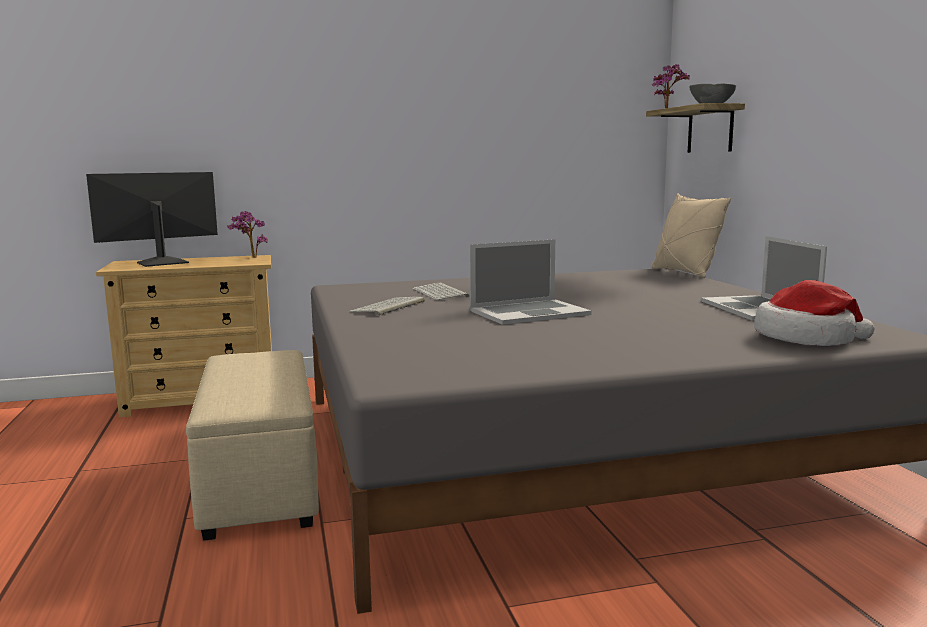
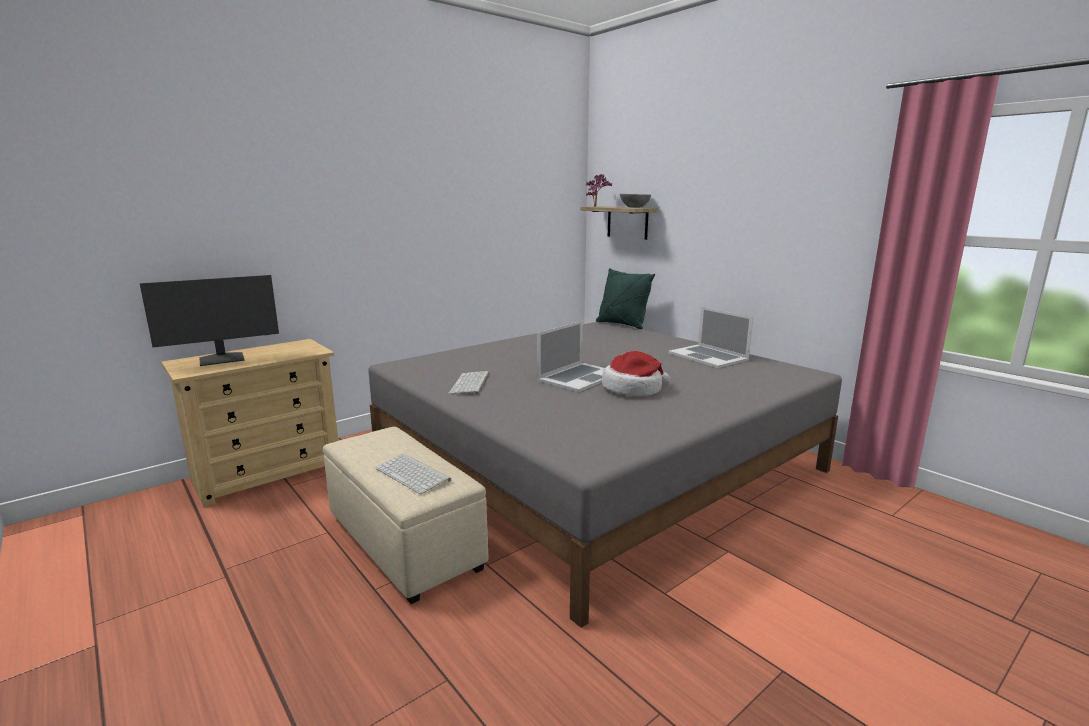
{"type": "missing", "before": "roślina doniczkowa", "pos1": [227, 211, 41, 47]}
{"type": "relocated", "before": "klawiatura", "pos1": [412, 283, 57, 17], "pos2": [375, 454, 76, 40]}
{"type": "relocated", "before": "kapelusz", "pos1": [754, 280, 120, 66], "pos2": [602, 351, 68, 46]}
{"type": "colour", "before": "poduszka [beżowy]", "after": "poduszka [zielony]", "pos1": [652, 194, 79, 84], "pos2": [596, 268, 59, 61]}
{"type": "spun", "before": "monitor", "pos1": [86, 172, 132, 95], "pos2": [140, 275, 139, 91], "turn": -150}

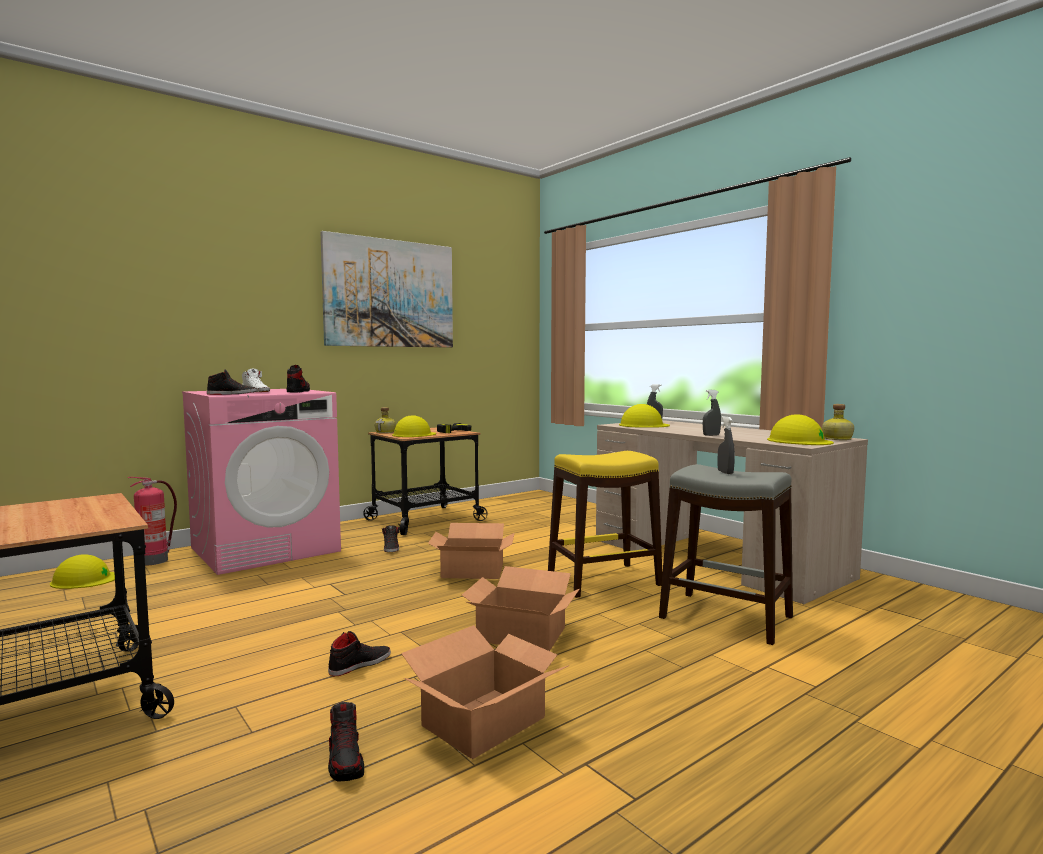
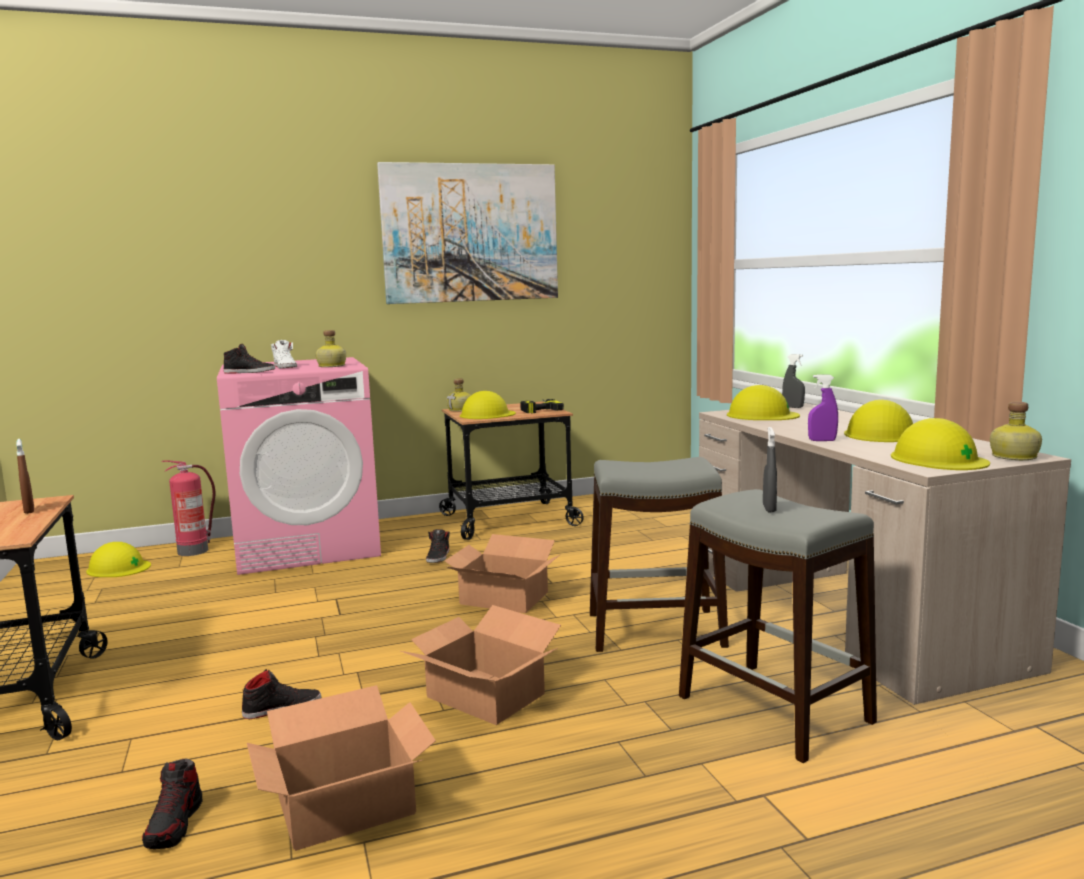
{"type": "appeared", "after": "spryskiwacz [brązowy]", "pos2": [16, 439, 18, 75]}
{"type": "appeared", "after": "kask [żółty]", "pos2": [844, 400, 69, 42]}
{"type": "exchanged", "before": "but", "after": "butelka", "pos1": [287, 365, 23, 27], "pos2": [316, 330, 30, 37]}
{"type": "colour", "before": "stołek [żółty]", "after": "stołek [szary]", "pos1": [548, 451, 114, 147], "pos2": [590, 457, 139, 195]}
{"type": "colour", "before": "spryskiwacz [szary]", "after": "spryskiwacz [fioletowy]", "pos1": [703, 390, 18, 46], "pos2": [808, 374, 30, 67]}

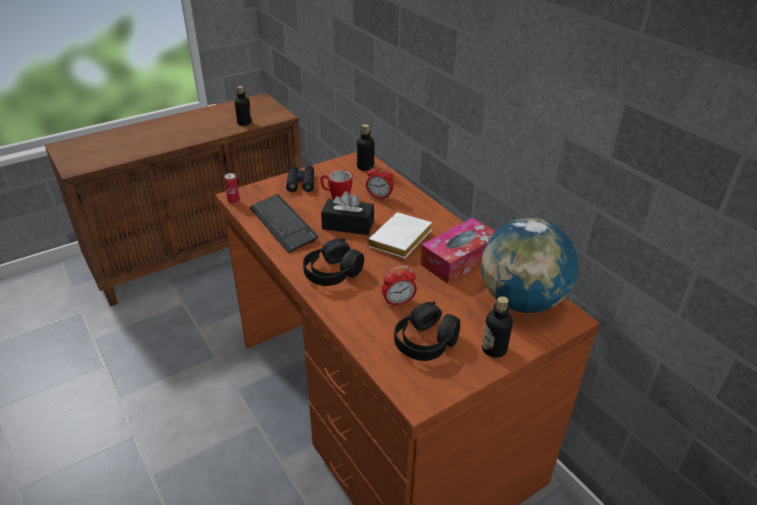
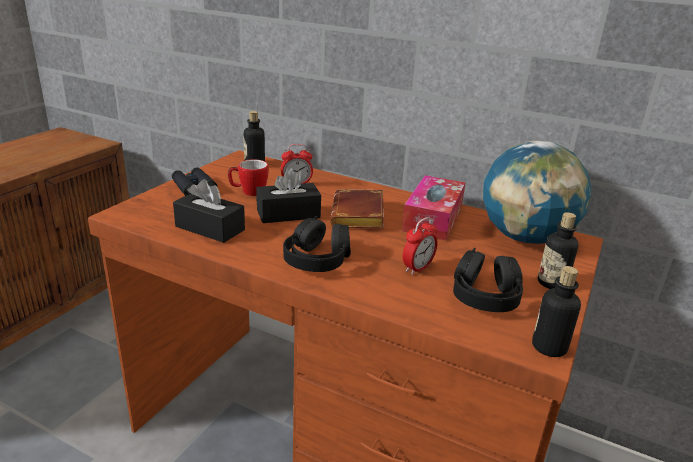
{"type": "missing", "before": "puszka", "pos1": [224, 173, 16, 31]}
{"type": "relocated", "before": "butelka", "pos1": [234, 86, 18, 40], "pos2": [532, 266, 49, 91]}
{"type": "exchanged", "before": "klawiatura", "after": "pudełko chusteczek [czarny]", "pos1": [250, 194, 68, 59], "pos2": [173, 179, 72, 64]}
{"type": "colour", "before": "książka [biały]", "after": "książka [brązowy]", "pos1": [367, 212, 65, 46], "pos2": [330, 189, 54, 39]}

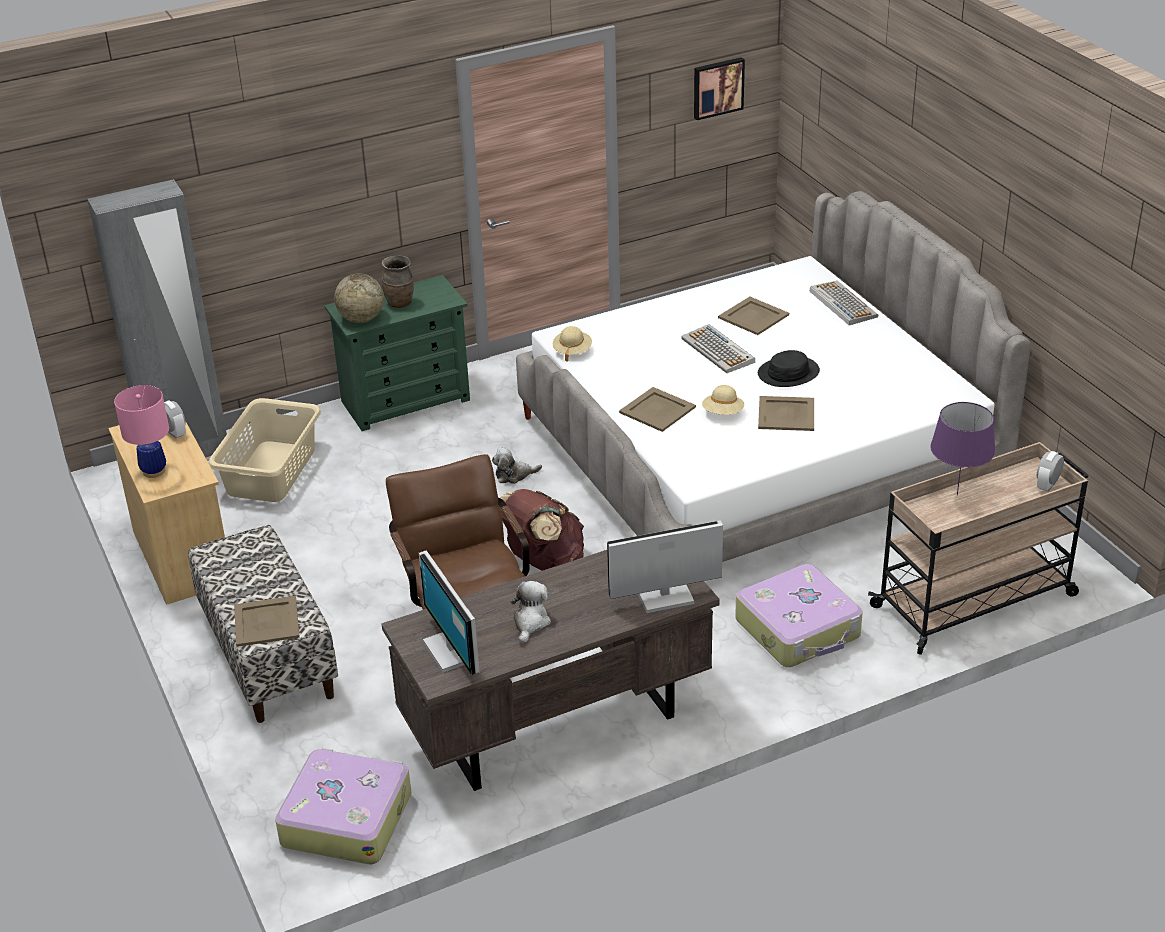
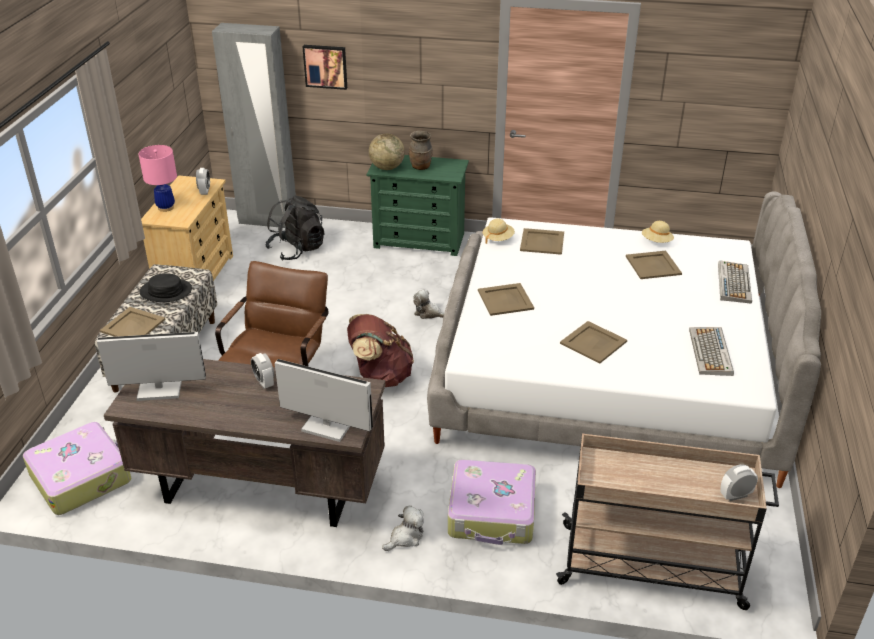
{"type": "missing", "before": "lampa stołowa [fioletowy]", "pos1": [930, 402, 66, 93]}
{"type": "appeared", "after": "budzik", "pos2": [251, 353, 23, 36]}
{"type": "appeared", "after": "taca [beżowy]", "pos2": [520, 228, 44, 27]}
{"type": "relocated", "before": "pluszak", "pos1": [510, 581, 41, 63], "pos2": [382, 505, 42, 46]}
{"type": "relocated", "before": "klawiatura", "pos1": [681, 324, 74, 49], "pos2": [689, 327, 45, 49]}
{"type": "relocated", "before": "obraz", "pos1": [694, 57, 51, 63], "pos2": [302, 45, 45, 45]}
{"type": "relocated", "before": "kapelusz [beżowy]", "pos1": [702, 385, 42, 30], "pos2": [642, 221, 32, 22]}
{"type": "relocated", "before": "kapelusz [czarny]", "pos1": [758, 350, 62, 37], "pos2": [140, 273, 52, 29]}
{"type": "exchanged", "before": "kosz na pranie [beżowy]", "after": "plecak [czarny]", "pos1": [209, 398, 112, 104], "pos2": [265, 195, 59, 65]}
{"type": "spun", "before": "monitor", "pos1": [419, 550, 60, 125], "pos2": [97, 332, 109, 69], "turn": 75}

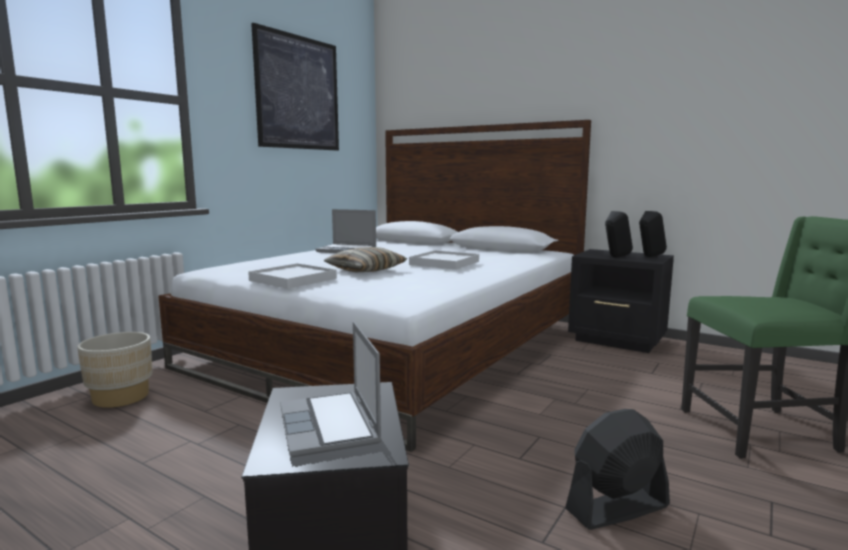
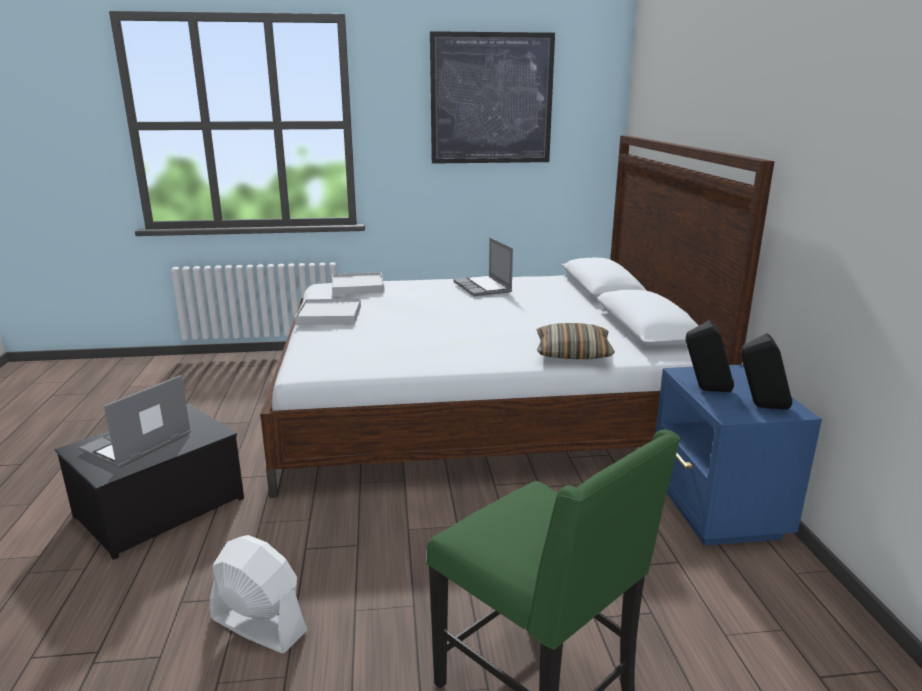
{"type": "missing", "before": "donica [beżowy]", "pos1": [77, 332, 75, 76]}
{"type": "relocated", "before": "poduszka", "pos1": [324, 247, 83, 25], "pos2": [536, 323, 79, 36]}
{"type": "relocated", "before": "taca [biały]", "pos1": [409, 250, 70, 20], "pos2": [332, 272, 53, 23]}
{"type": "colour", "before": "wentylator [czarny]", "after": "wentylator [biały]", "pos1": [565, 409, 105, 121], "pos2": [210, 535, 97, 118]}
{"type": "colour", "before": "szafka nocna [czarny]", "after": "szafka nocna [niebieski]", "pos1": [568, 249, 106, 104], "pos2": [655, 364, 167, 182]}

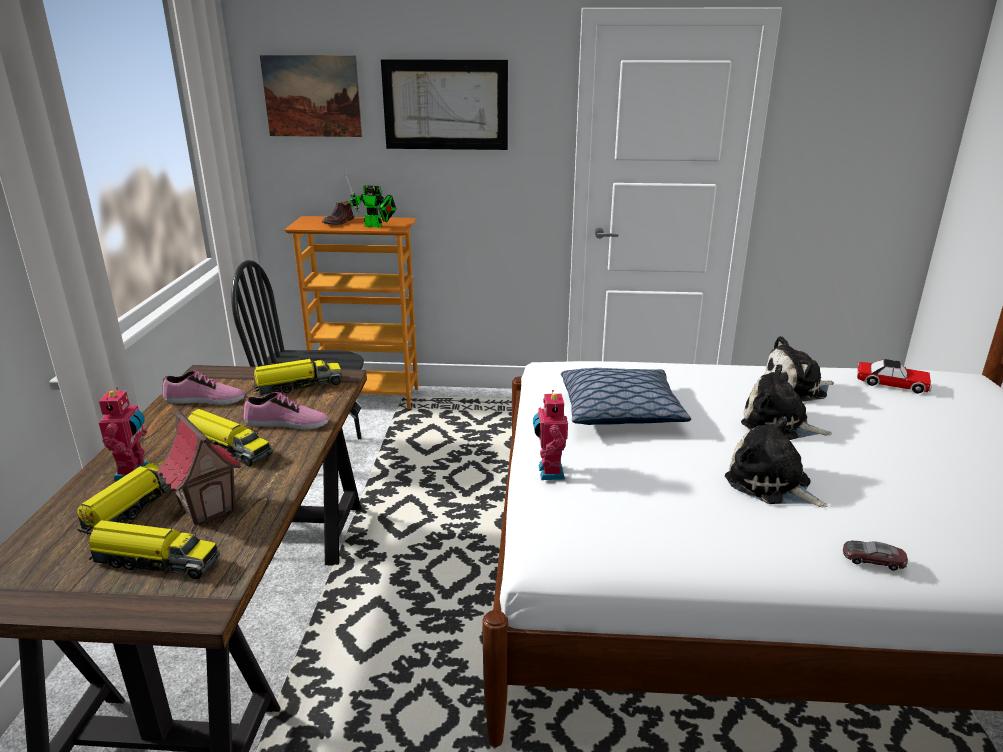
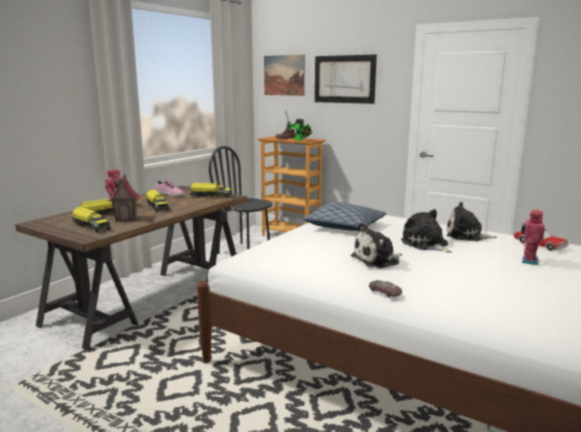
{"type": "missing", "before": "but", "pos1": [243, 392, 86, 38]}
{"type": "relocated", "before": "robot zabawkowy", "pos1": [533, 390, 35, 90], "pos2": [521, 208, 24, 57]}
{"type": "spun", "before": "pluszak", "pos1": [725, 416, 103, 91], "pos2": [351, 222, 51, 46], "turn": -105}

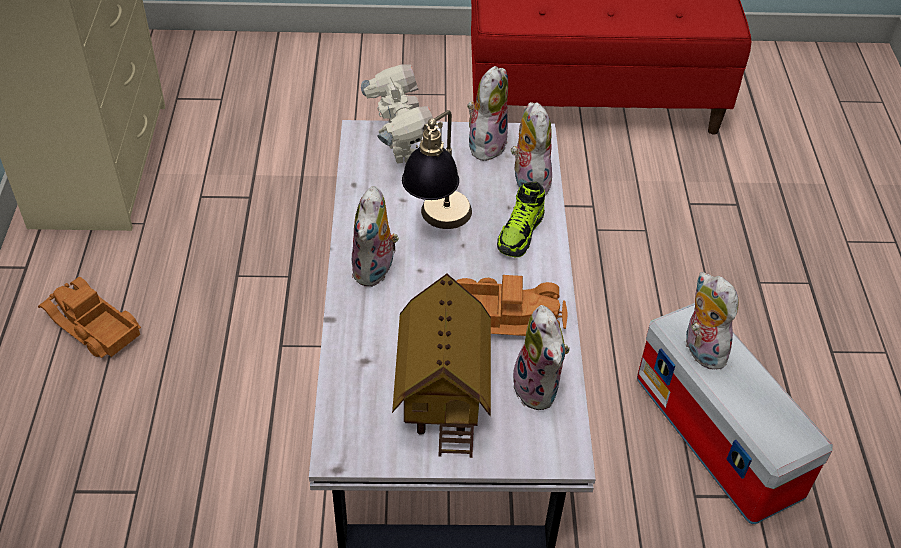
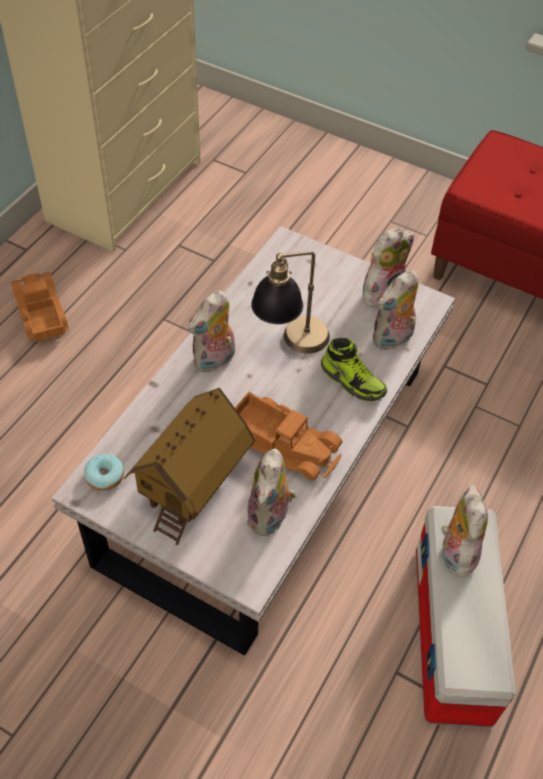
{"type": "missing", "before": "robot zabawkowy", "pos1": [361, 64, 72, 100]}
{"type": "appeared", "after": "donut", "pos2": [84, 454, 40, 37]}
{"type": "spun", "before": "but", "pos1": [497, 182, 48, 75], "pos2": [321, 338, 66, 64], "turn": -105}
{"type": "spun", "before": "pluszak", "pos1": [511, 102, 41, 96], "pos2": [372, 270, 46, 80], "turn": -150}

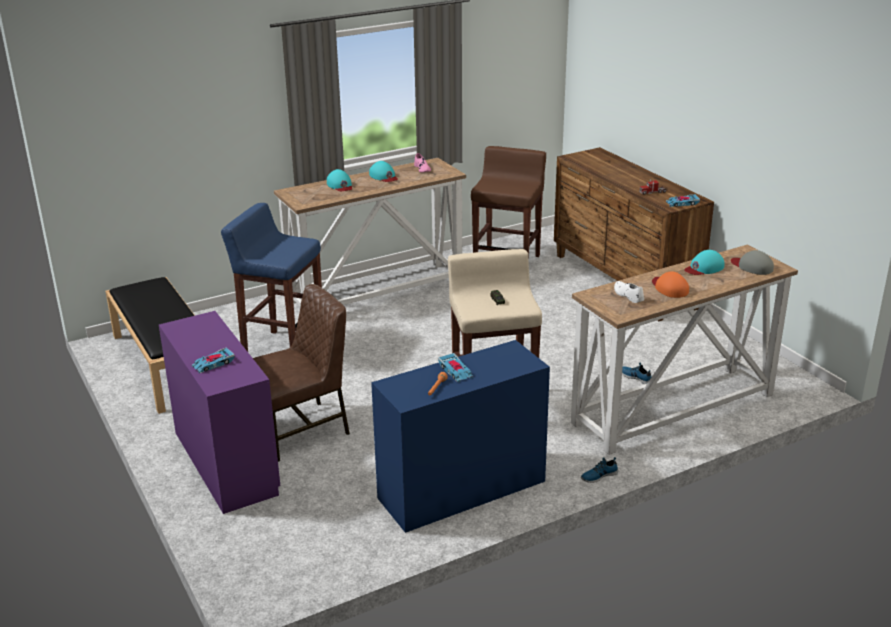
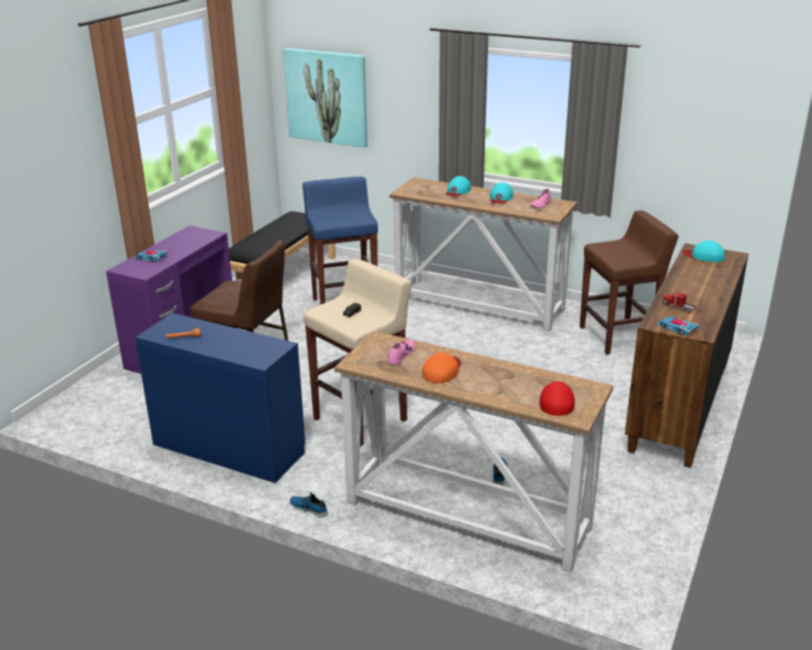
{"type": "missing", "before": "samochodzik", "pos1": [438, 353, 35, 29]}
{"type": "appeared", "after": "obraz", "pos2": [283, 48, 85, 100]}
{"type": "relocated", "before": "czapka z daszkiem [turkusowy]", "pos1": [684, 250, 40, 25], "pos2": [682, 240, 43, 22]}
{"type": "colour", "before": "but [biały]", "after": "but [różowy]", "pos1": [614, 281, 30, 22], "pos2": [387, 339, 28, 26]}
{"type": "colour", "before": "czapka z daszkiem [szary]", "after": "czapka z daszkiem [czerwony]", "pos1": [731, 250, 43, 25], "pos2": [539, 382, 36, 34]}

